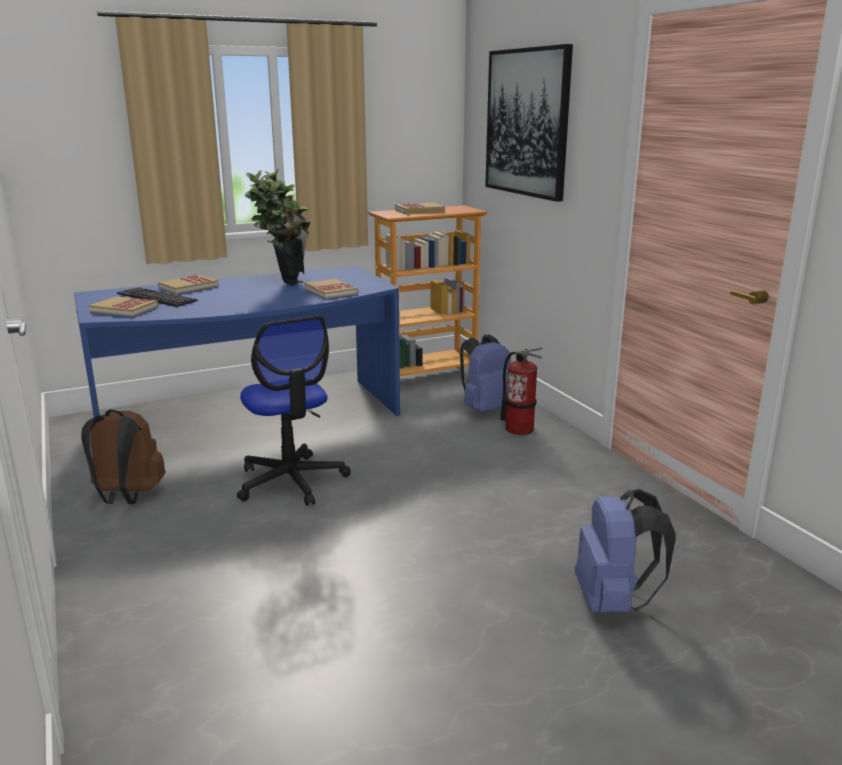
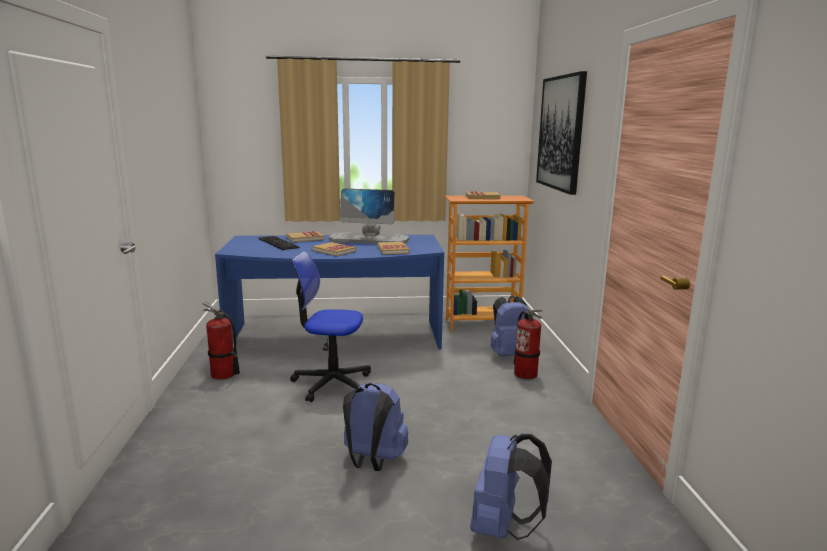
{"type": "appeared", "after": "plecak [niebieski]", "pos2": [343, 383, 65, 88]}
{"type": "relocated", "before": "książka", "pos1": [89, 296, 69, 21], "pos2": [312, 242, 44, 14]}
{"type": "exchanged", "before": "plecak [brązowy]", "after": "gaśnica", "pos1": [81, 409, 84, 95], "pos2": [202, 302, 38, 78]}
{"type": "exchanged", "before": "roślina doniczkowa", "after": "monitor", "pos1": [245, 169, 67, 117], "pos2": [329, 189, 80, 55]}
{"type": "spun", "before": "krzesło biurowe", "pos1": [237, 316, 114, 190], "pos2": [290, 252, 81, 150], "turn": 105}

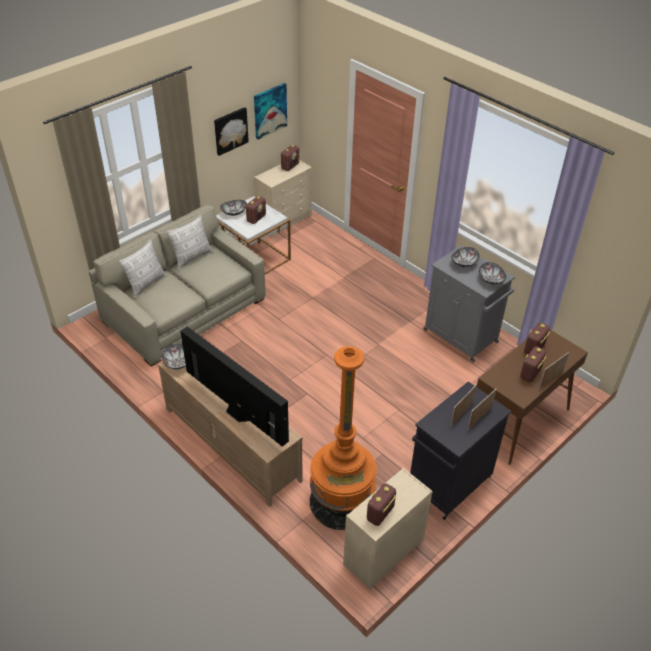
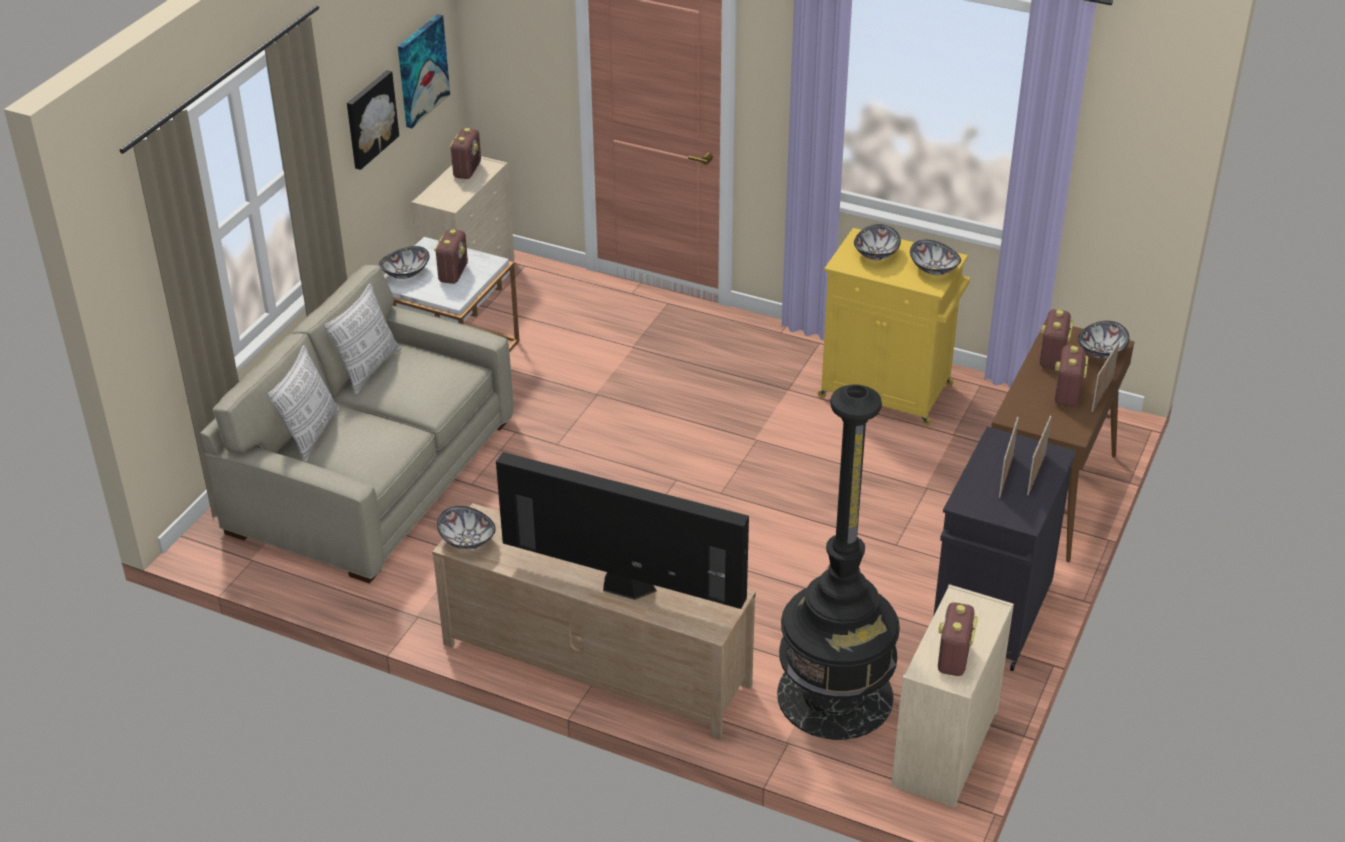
{"type": "appeared", "after": "miska", "pos2": [1078, 321, 51, 38]}
{"type": "colour", "before": "lampa stojąca [pomarańczowy]", "after": "lampa stojąca [czarny]", "pos1": [310, 346, 67, 184], "pos2": [777, 384, 123, 356]}
{"type": "colour", "before": "szafka [szary]", "after": "szafka [żółty]", "pos1": [423, 245, 92, 117], "pos2": [818, 228, 152, 198]}

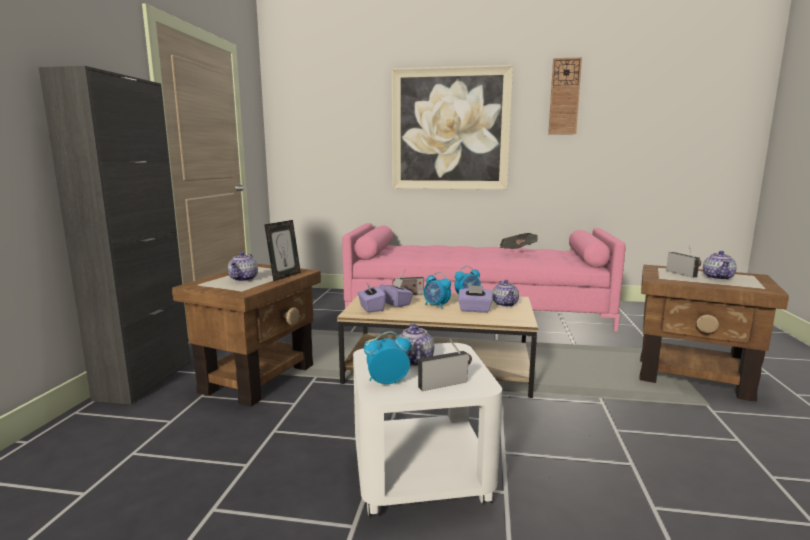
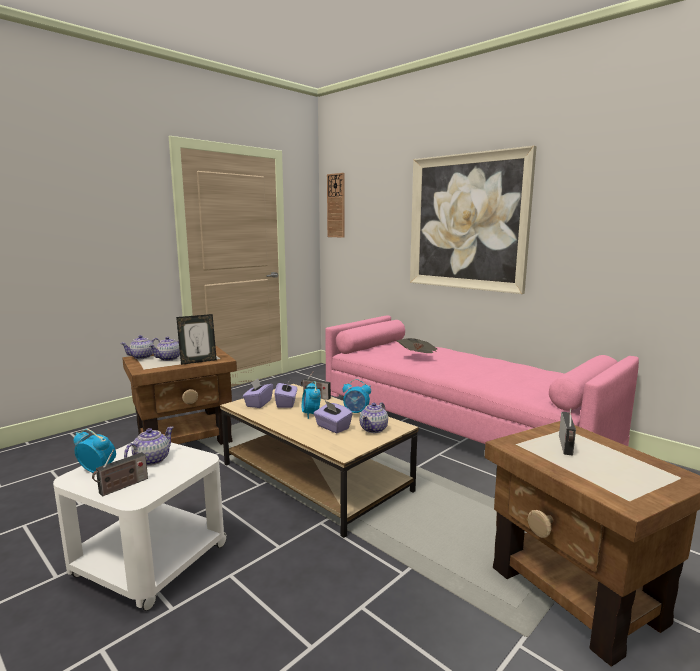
{"type": "missing", "before": "szafka [czarny]", "pos1": [39, 66, 152, 339]}
{"type": "relocated", "before": "gazeta", "pos1": [500, 233, 38, 16], "pos2": [397, 338, 40, 15]}
{"type": "relocated", "before": "zegar ścienny", "pos1": [548, 57, 34, 78], "pos2": [327, 173, 18, 65]}
{"type": "relocated", "before": "imbryk", "pos1": [703, 251, 34, 29], "pos2": [120, 335, 40, 24]}
{"type": "spun", "before": "radio", "pos1": [418, 339, 54, 52], "pos2": [92, 450, 56, 46], "turn": 120}

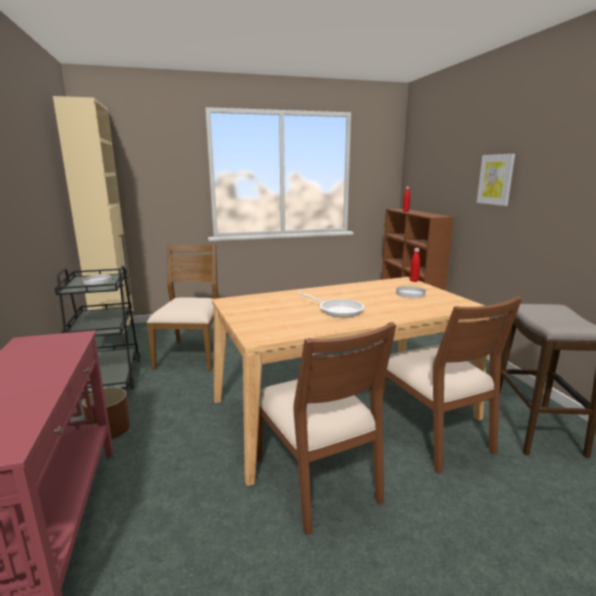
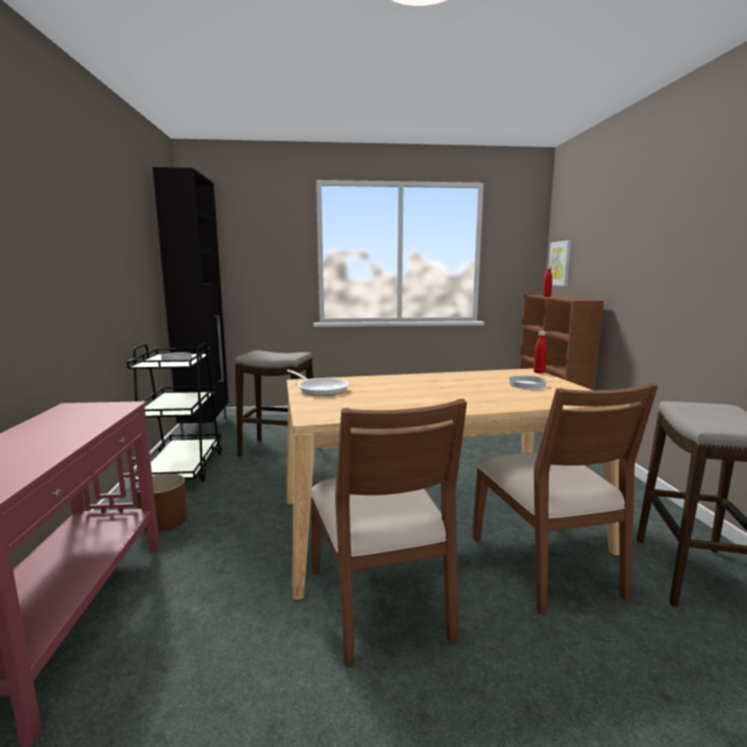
{"type": "relocated", "before": "patelnia", "pos1": [298, 293, 67, 24], "pos2": [287, 370, 62, 26]}
{"type": "relocated", "before": "obraz", "pos1": [477, 154, 38, 52], "pos2": [549, 240, 22, 46]}
{"type": "exchanged", "before": "krzesło [brązowy]", "after": "stołek", "pos1": [147, 244, 72, 127], "pos2": [235, 350, 78, 107]}
{"type": "colour", "before": "szafka [beżowy]", "after": "szafka [czarny]", "pos1": [53, 96, 81, 254], "pos2": [153, 167, 76, 272]}

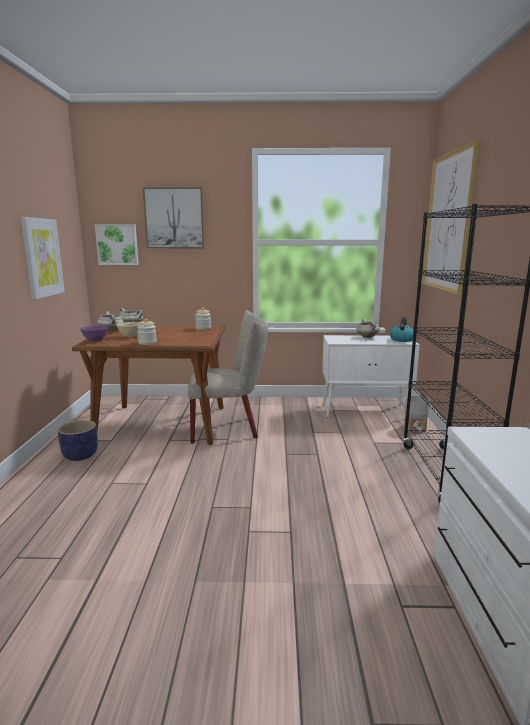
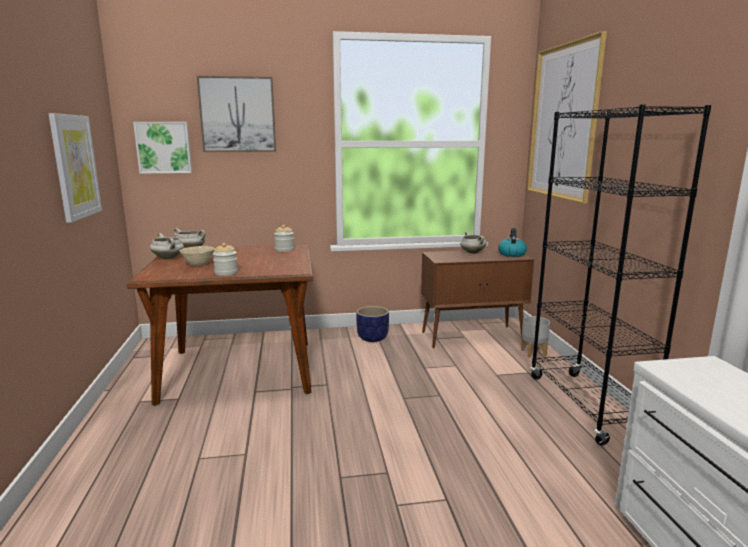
{"type": "missing", "before": "miska [fioletowy]", "pos1": [80, 325, 29, 17]}
{"type": "missing", "before": "krzesło [beżowy]", "pos1": [188, 310, 80, 134]}
{"type": "relocated", "before": "donica", "pos1": [58, 420, 40, 41], "pos2": [356, 306, 33, 36]}
{"type": "colour", "before": "szafka [biały]", "after": "szafka [brązowy]", "pos1": [322, 335, 98, 83], "pos2": [421, 249, 113, 99]}

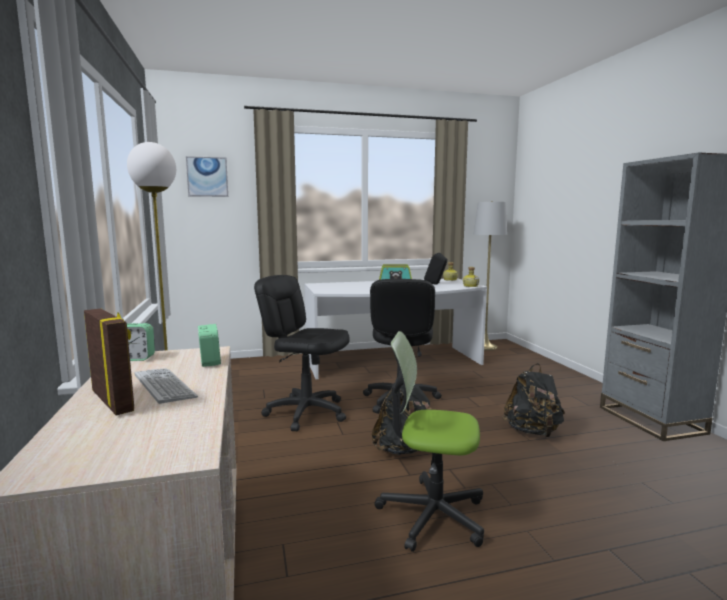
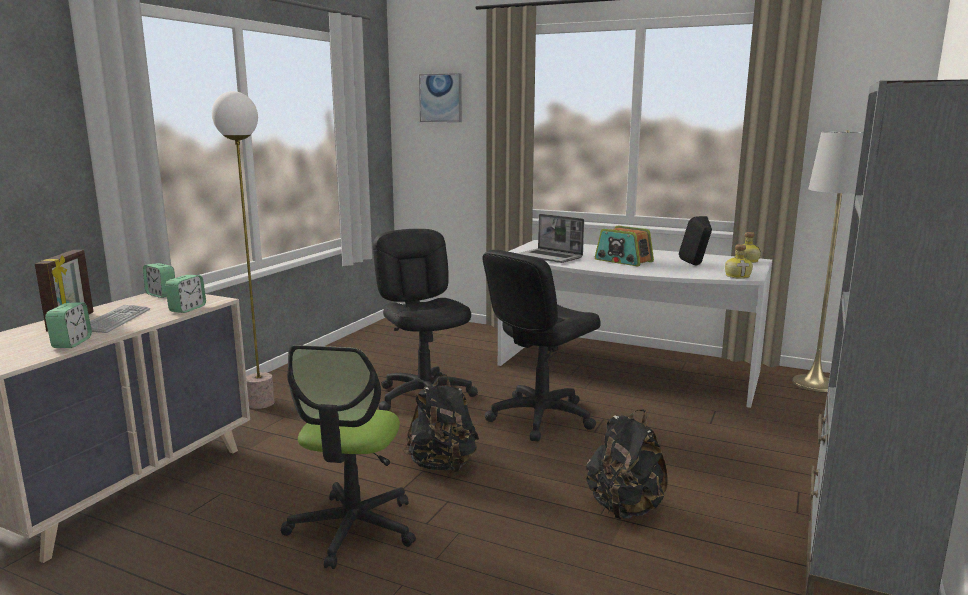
{"type": "appeared", "after": "budzik", "pos2": [45, 302, 47, 46]}
{"type": "appeared", "after": "laptop", "pos2": [518, 214, 66, 49]}
{"type": "spun", "before": "krzesło biurowe", "pos1": [375, 331, 109, 221], "pos2": [281, 345, 135, 224], "turn": -135}

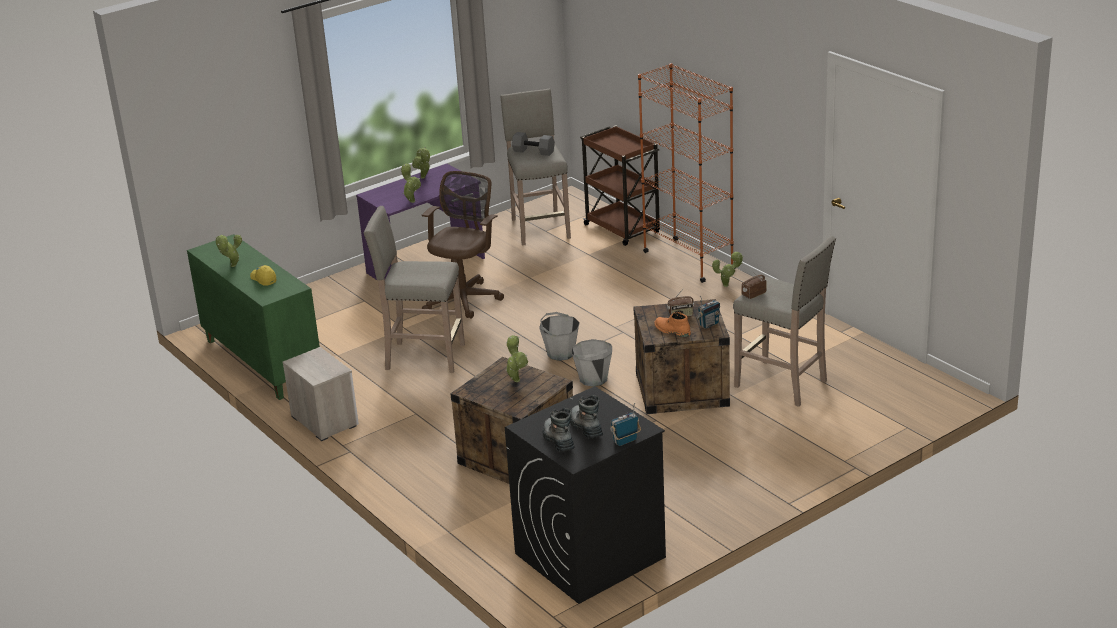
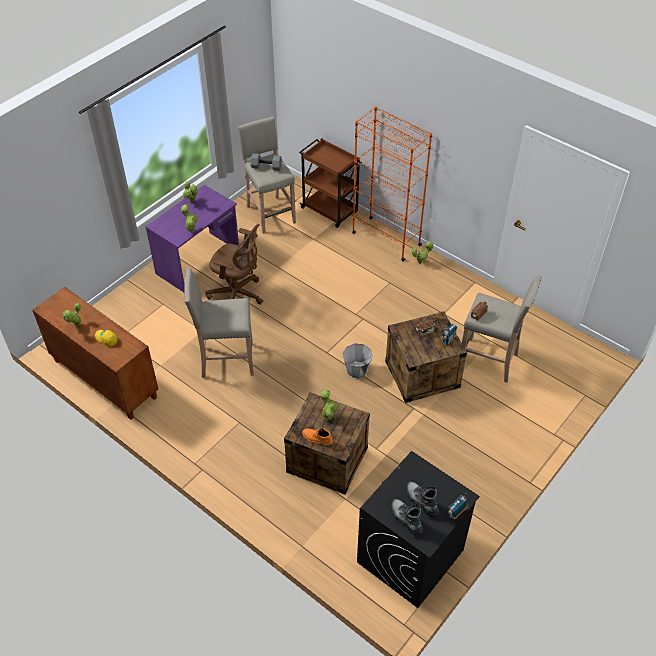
{"type": "missing", "before": "szafka nocna", "pos1": [282, 347, 77, 94]}
{"type": "missing", "before": "wiadro [szary]", "pos1": [539, 312, 41, 49]}
{"type": "relocated", "before": "but z cholewką [pomarańczowy]", "pos1": [654, 312, 37, 25], "pos2": [302, 428, 31, 18]}
{"type": "colour", "before": "szafka [zielony]", "after": "szafka [brązowy]", "pos1": [187, 234, 133, 166], "pos2": [33, 287, 125, 133]}
{"type": "spun", "before": "krzesło biurowe [brązowy]", "pos1": [422, 171, 82, 148], "pos2": [205, 224, 58, 81], "turn": 105}

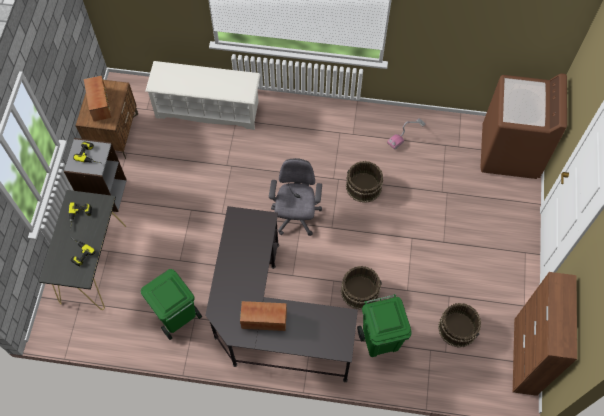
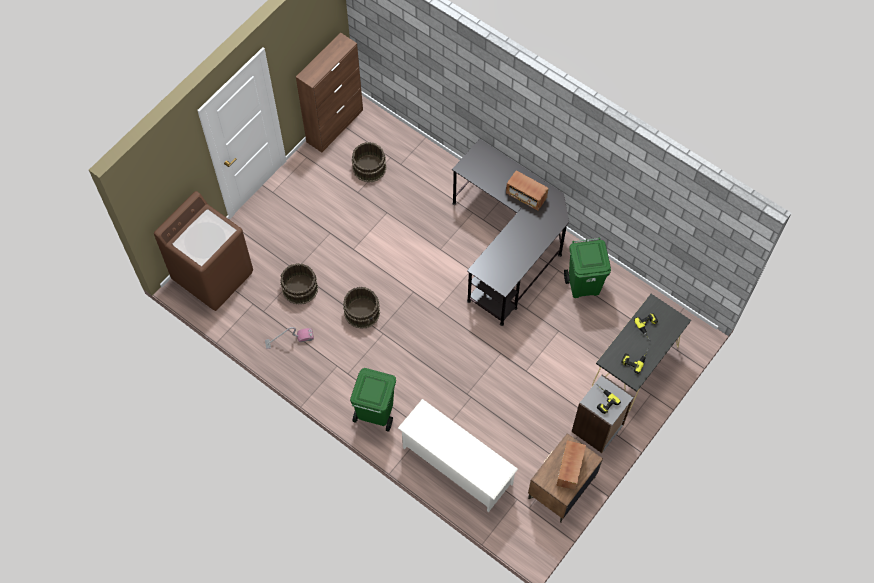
{"type": "missing", "before": "krzesło biurowe [szary]", "pos1": [269, 158, 53, 78]}
{"type": "relocated", "before": "wiadro [brązowy]", "pos1": [341, 266, 41, 44], "pos2": [280, 263, 38, 42]}
{"type": "relocated", "before": "kosz na śmieci [zielony]", "pos1": [357, 294, 55, 63], "pos2": [350, 368, 46, 64]}

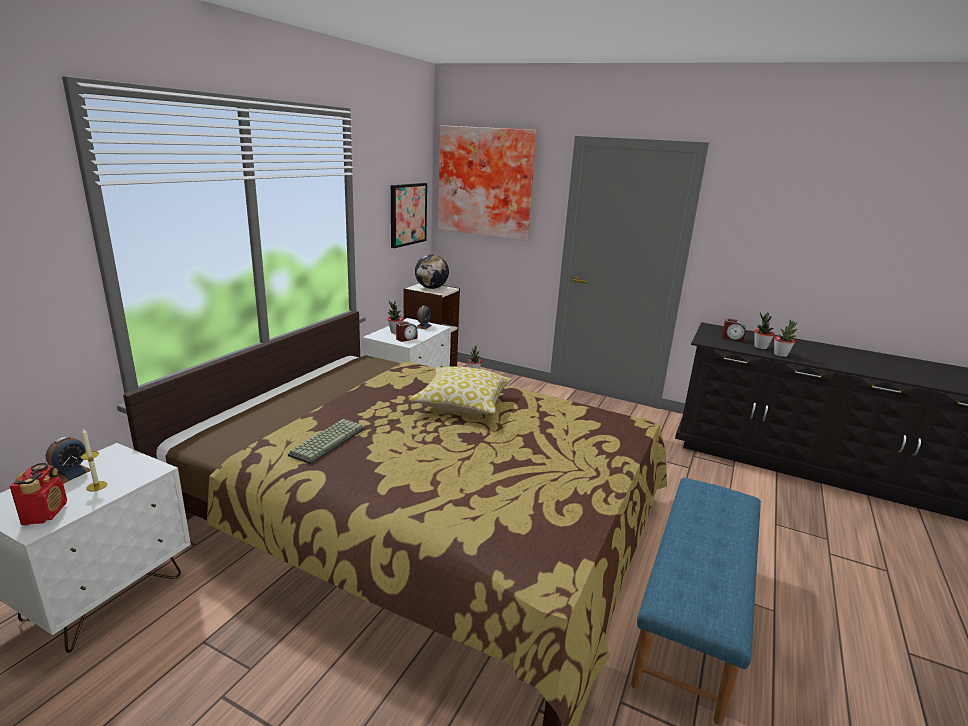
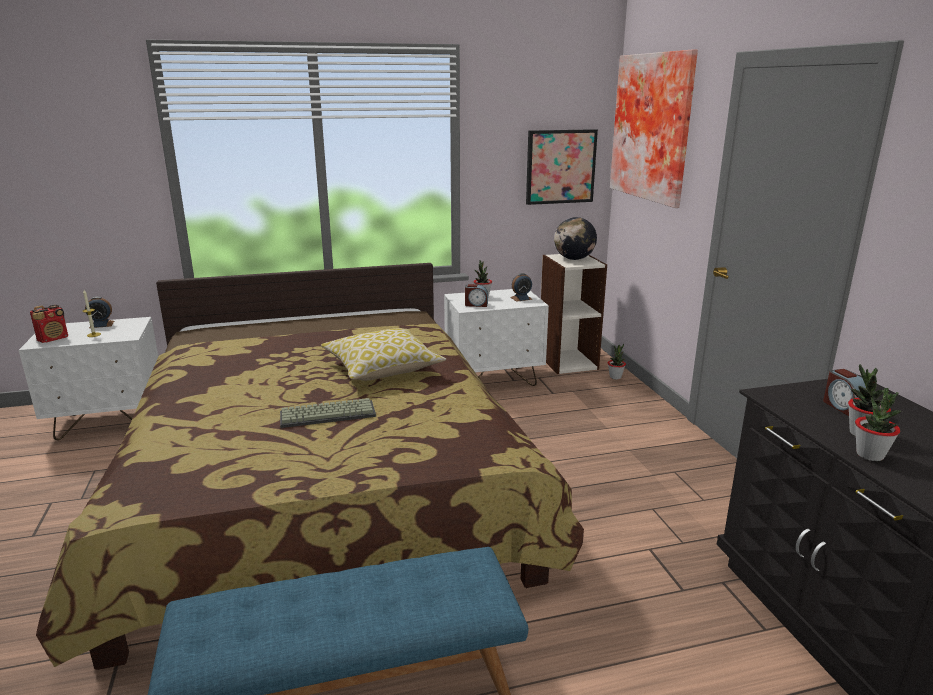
{"type": "relocated", "before": "klawiatura", "pos1": [288, 419, 77, 45], "pos2": [280, 398, 96, 30]}

